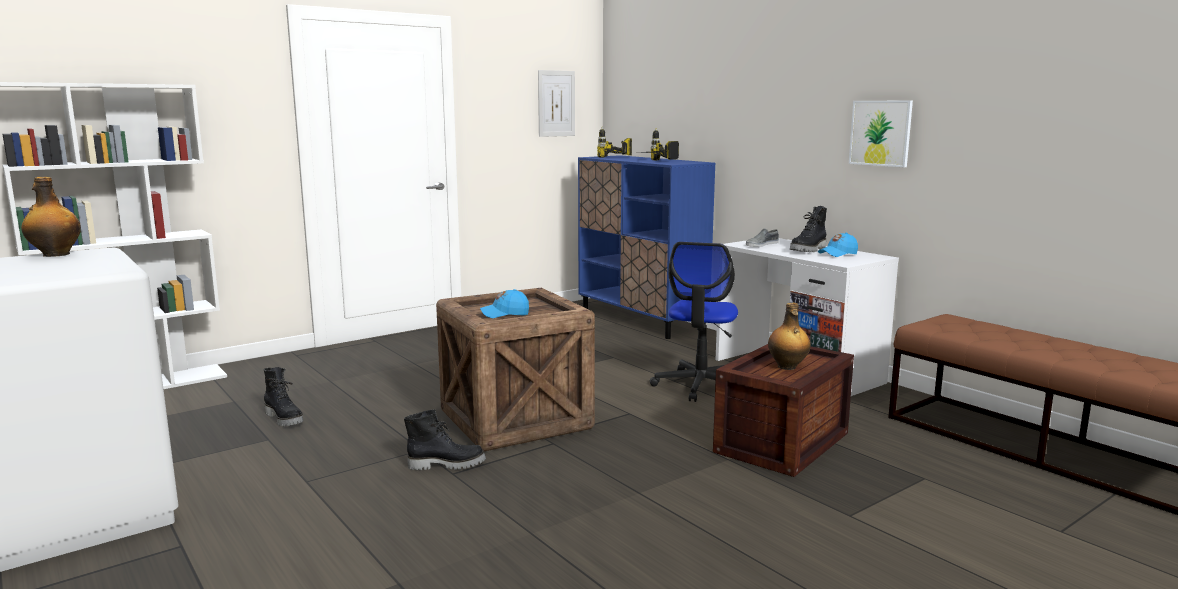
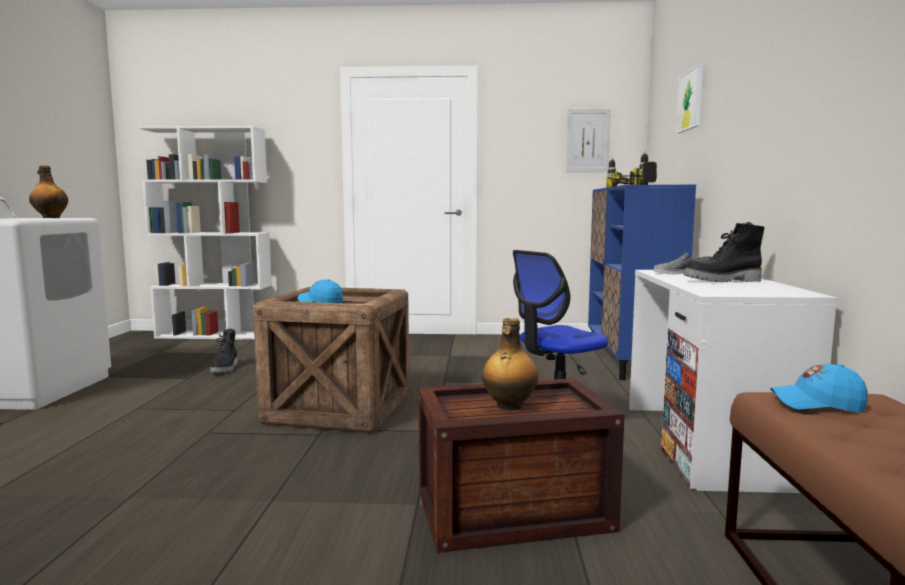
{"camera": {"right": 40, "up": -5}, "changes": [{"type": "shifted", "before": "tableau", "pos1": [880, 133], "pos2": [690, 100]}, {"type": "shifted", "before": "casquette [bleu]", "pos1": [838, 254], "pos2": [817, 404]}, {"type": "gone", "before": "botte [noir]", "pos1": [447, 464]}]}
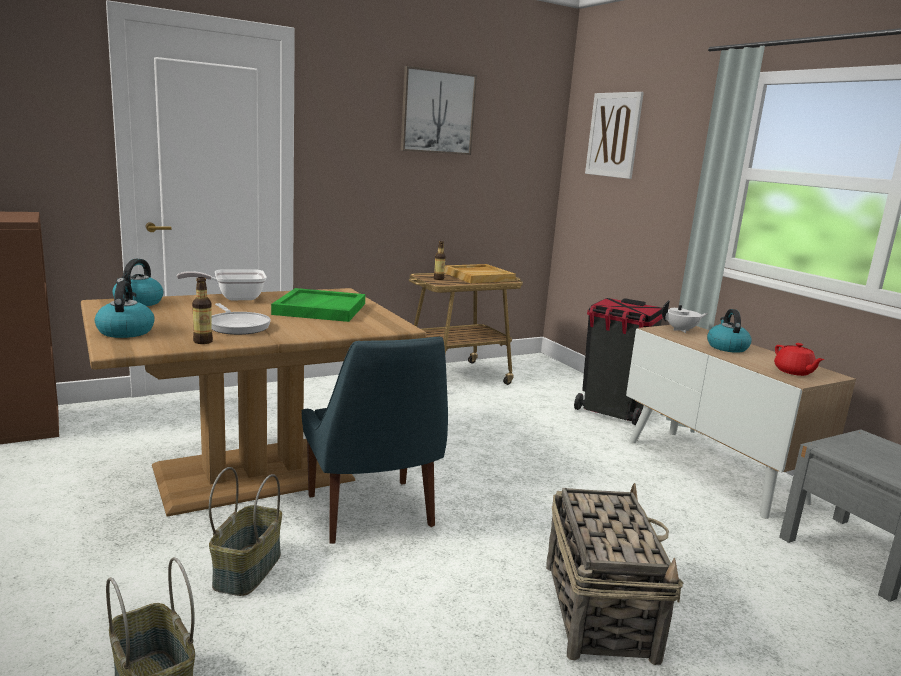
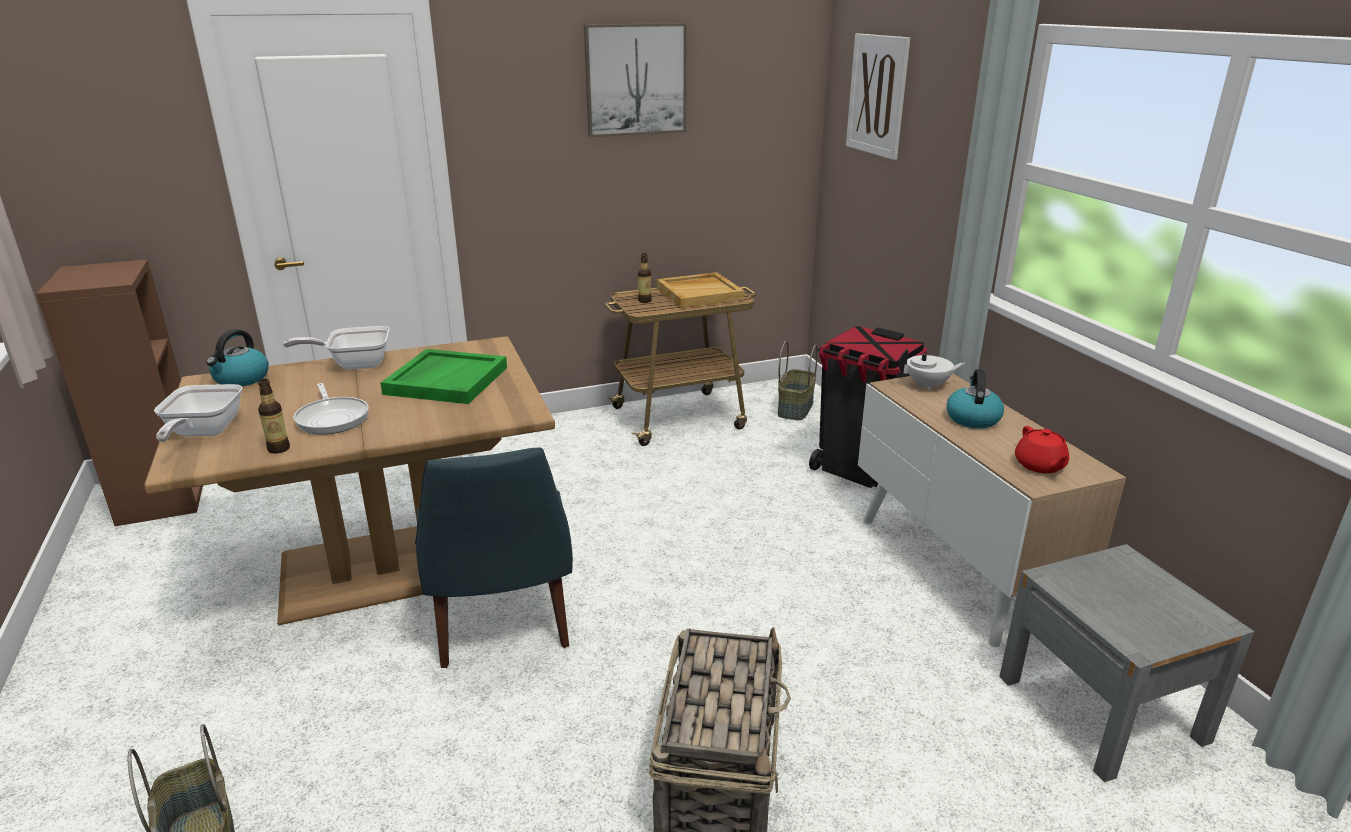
{"camera": {"right": 10, "up": 10}, "changes": [{"type": "swapped", "before": "bouilloire", "after": "poêle", "pos1": [125, 331], "pos2": [202, 433]}, {"type": "shifted", "before": "panier", "pos1": [246, 569], "pos2": [794, 408]}]}
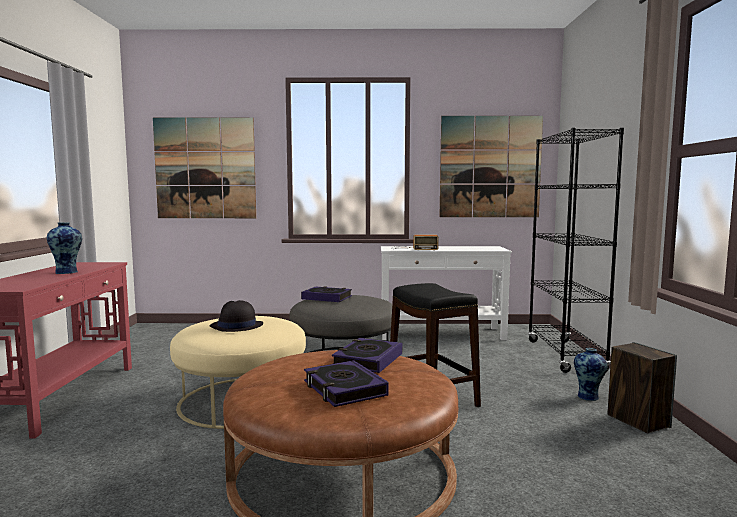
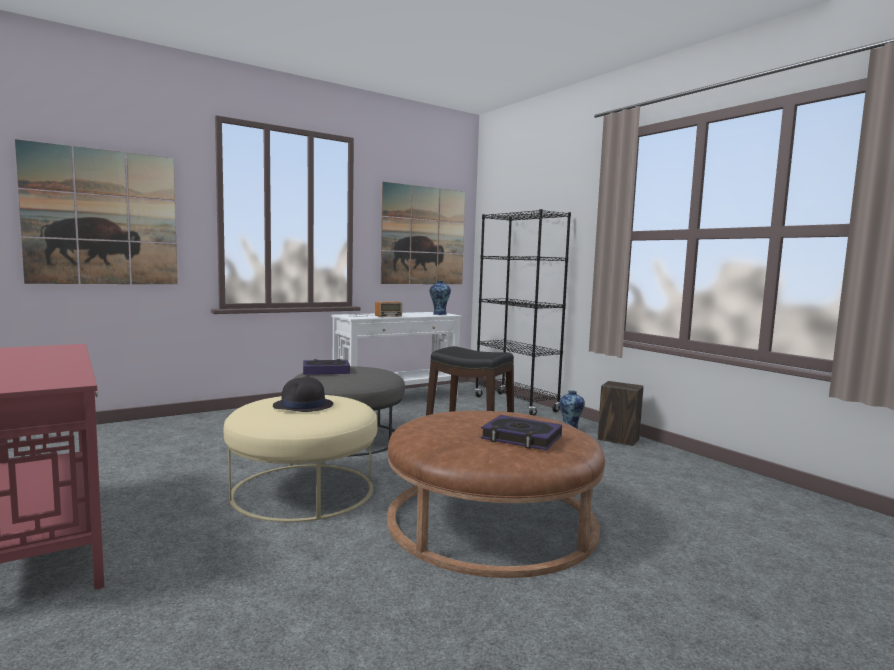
{"camera": {"right": -35, "up": 0}, "changes": [{"type": "shifted", "before": "vase", "pos1": [67, 272], "pos2": [439, 314]}, {"type": "gone", "before": "livre", "pos1": [367, 360]}]}
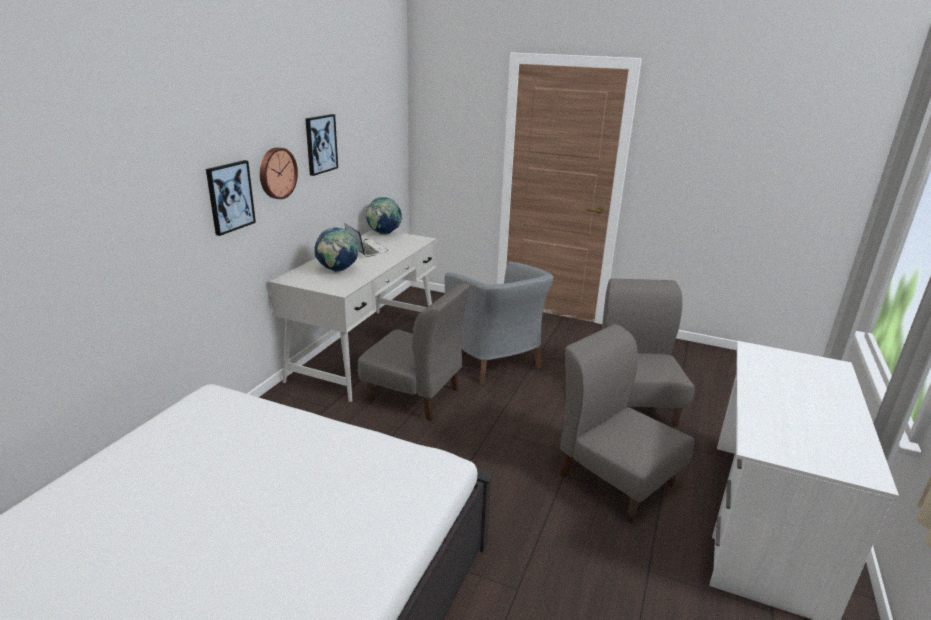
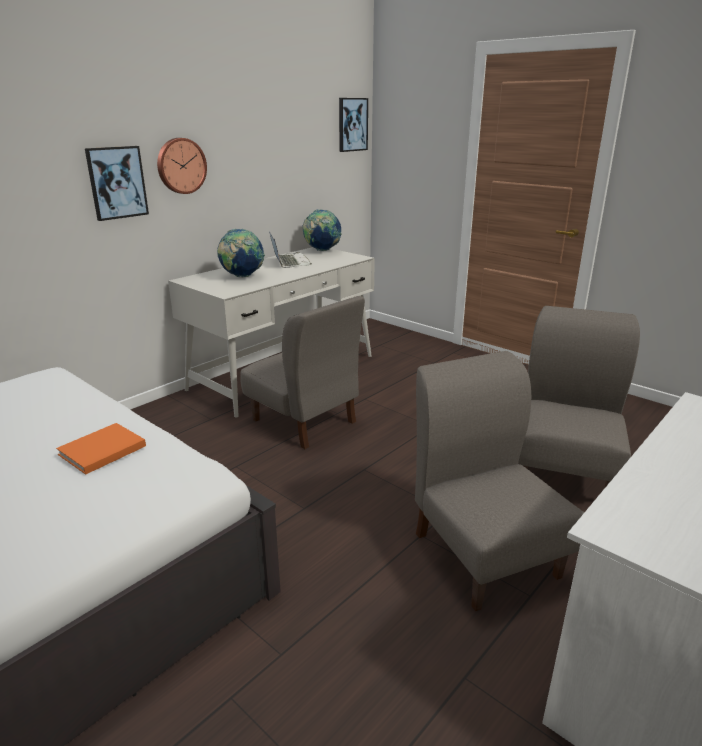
{"camera": {"right": 20, "up": 0}, "changes": [{"type": "shifted", "before": "tableau", "pos1": [320, 144], "pos2": [352, 124]}, {"type": "gone", "before": "fauteuil [gris]", "pos1": [495, 361]}, {"type": "new", "after": "livre [orange]", "pos2": [100, 451]}]}
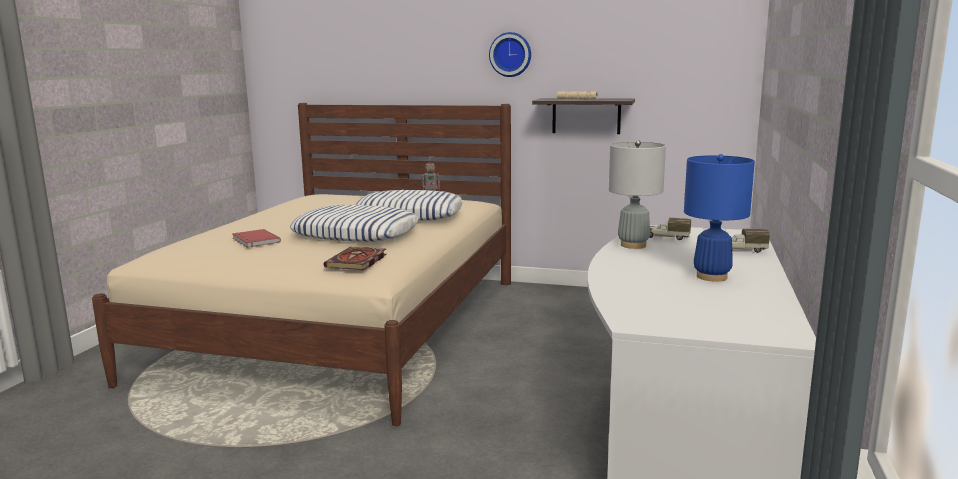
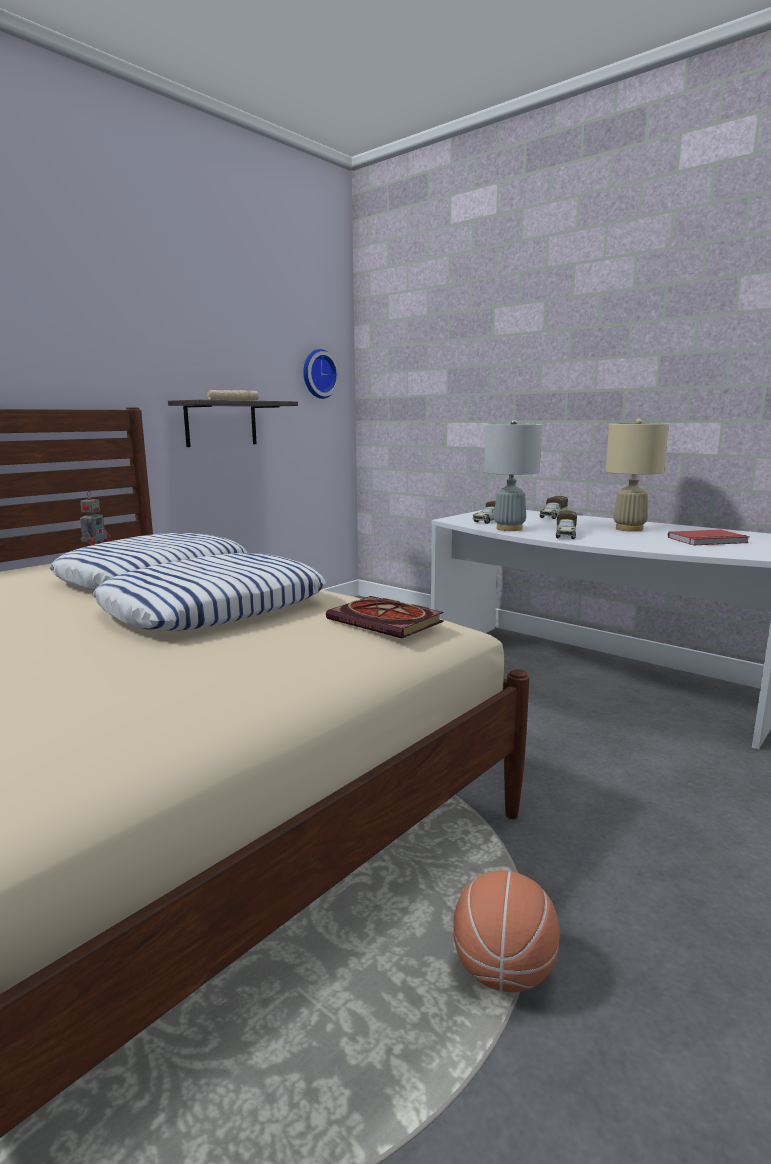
{"camera": {"right": -65, "up": 0}, "changes": [{"type": "shifted", "before": "horloge murale", "pos1": [510, 54], "pos2": [318, 374]}, {"type": "repainted", "before": "lampe de table [bleu]", "after": "lampe de table [beige]", "pos1": [711, 276], "pos2": [629, 529]}, {"type": "shifted", "before": "livre [rouge]", "pos1": [254, 240], "pos2": [709, 541]}, {"type": "new", "after": "camion jouet", "pos2": [565, 535]}, {"type": "new", "after": "ballon de basket", "pos2": [503, 972]}]}
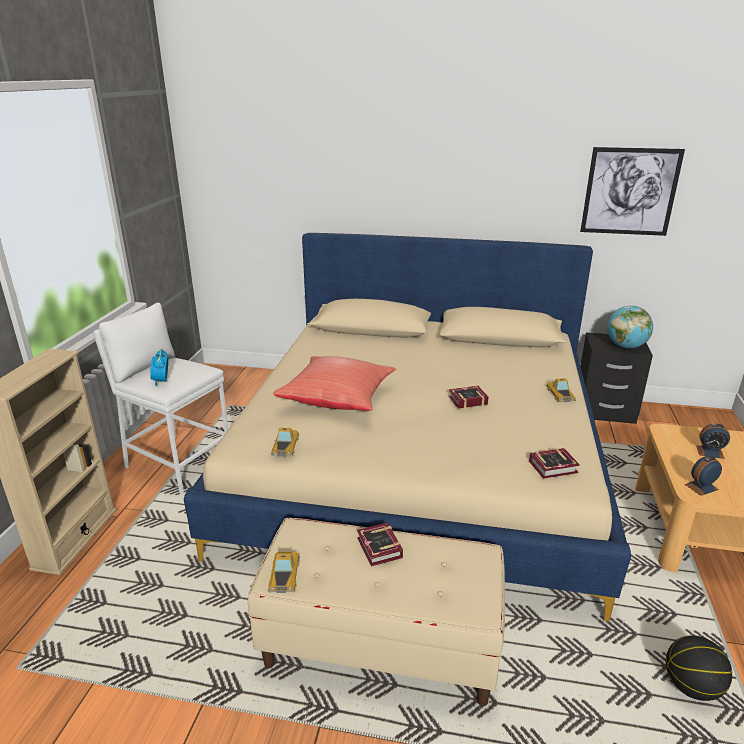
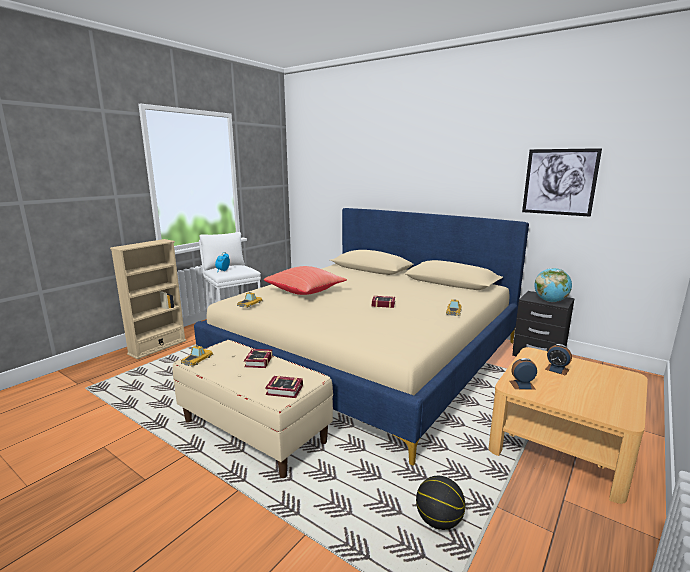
{"camera": {"right": 25, "up": -10}, "changes": [{"type": "shifted", "before": "livre", "pos1": [555, 467], "pos2": [285, 391]}]}
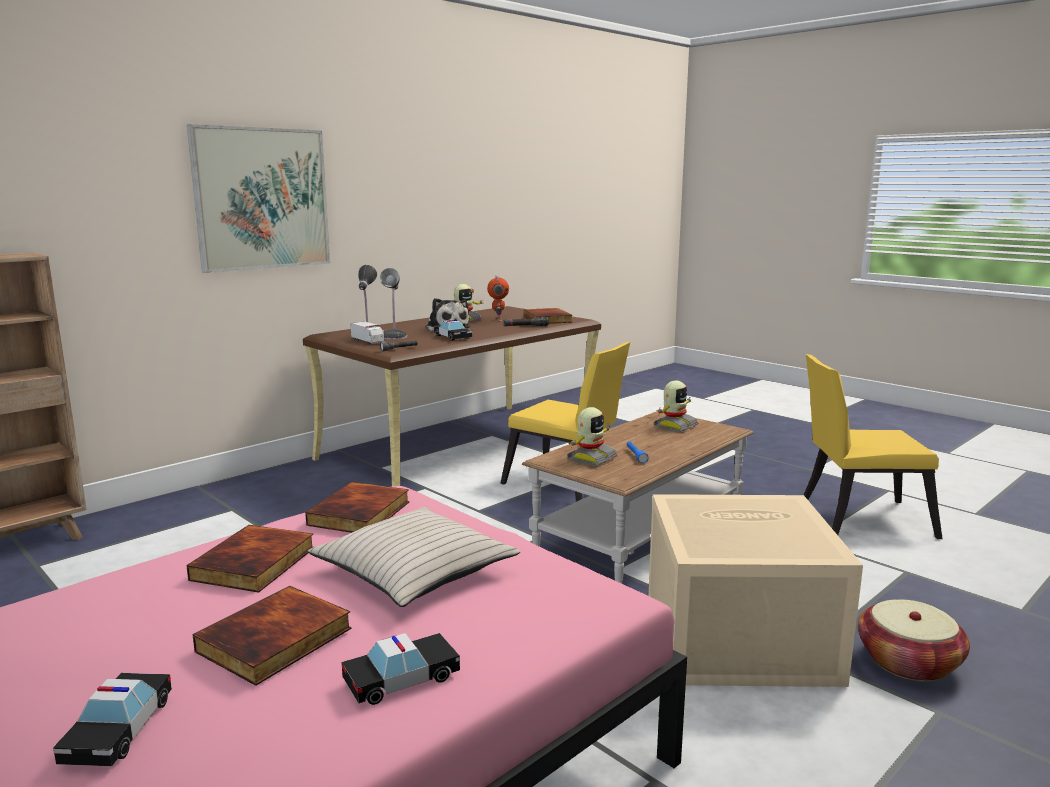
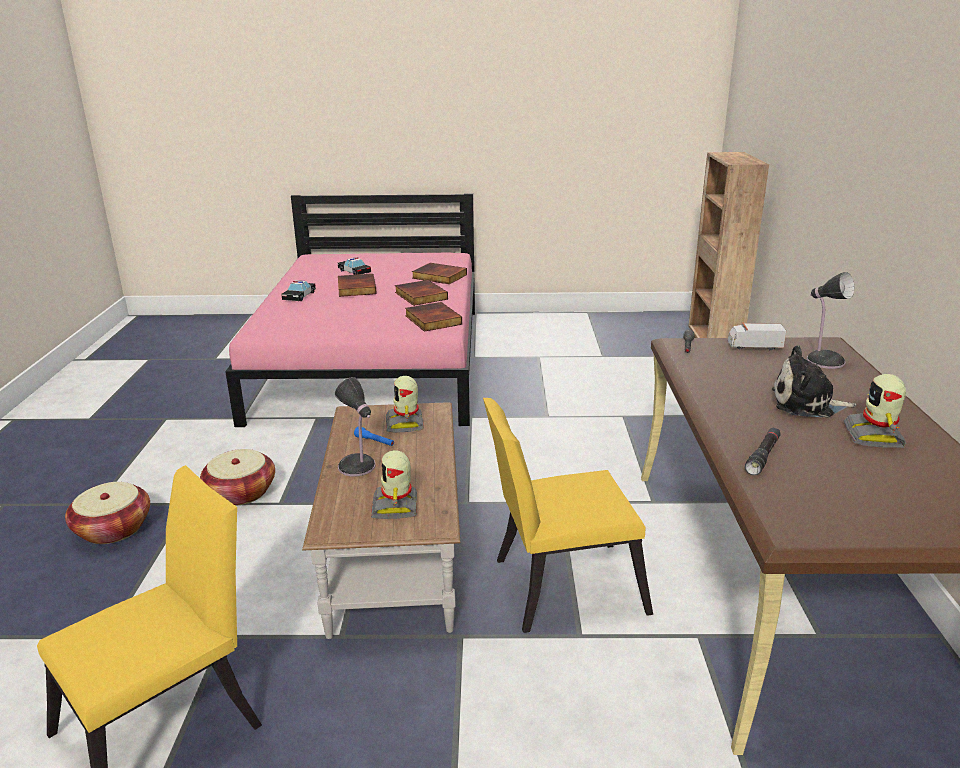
{"camera": {"right": 135, "up": 10}, "changes": [{"type": "gone", "before": "tableau", "pos1": [262, 199]}, {"type": "shifted", "before": "lampe de table", "pos1": [394, 336], "pos2": [358, 467]}, {"type": "gone", "before": "robot jouet", "pos1": [498, 320]}, {"type": "shifted", "before": "livre", "pos1": [548, 319], "pos2": [438, 276]}, {"type": "gone", "before": "petite voiture", "pos1": [452, 337]}, {"type": "swapped", "before": "boîte de rangement [beige]", "after": "panier", "pos1": [736, 638], "pos2": [241, 493]}, {"type": "gone", "before": "coussin [beige]", "pos1": [414, 572]}]}
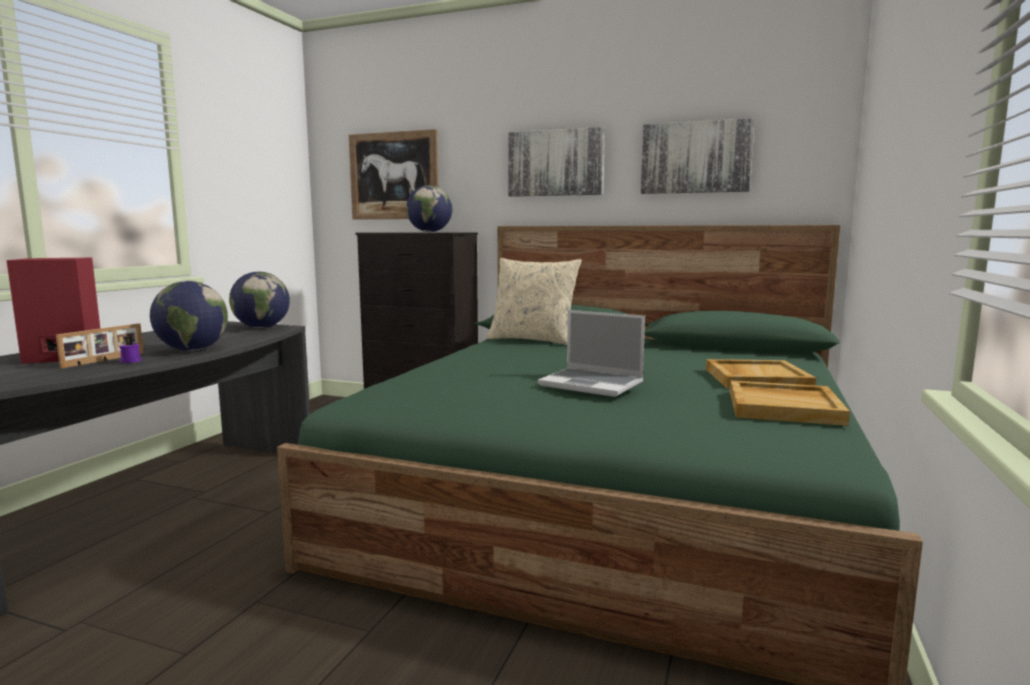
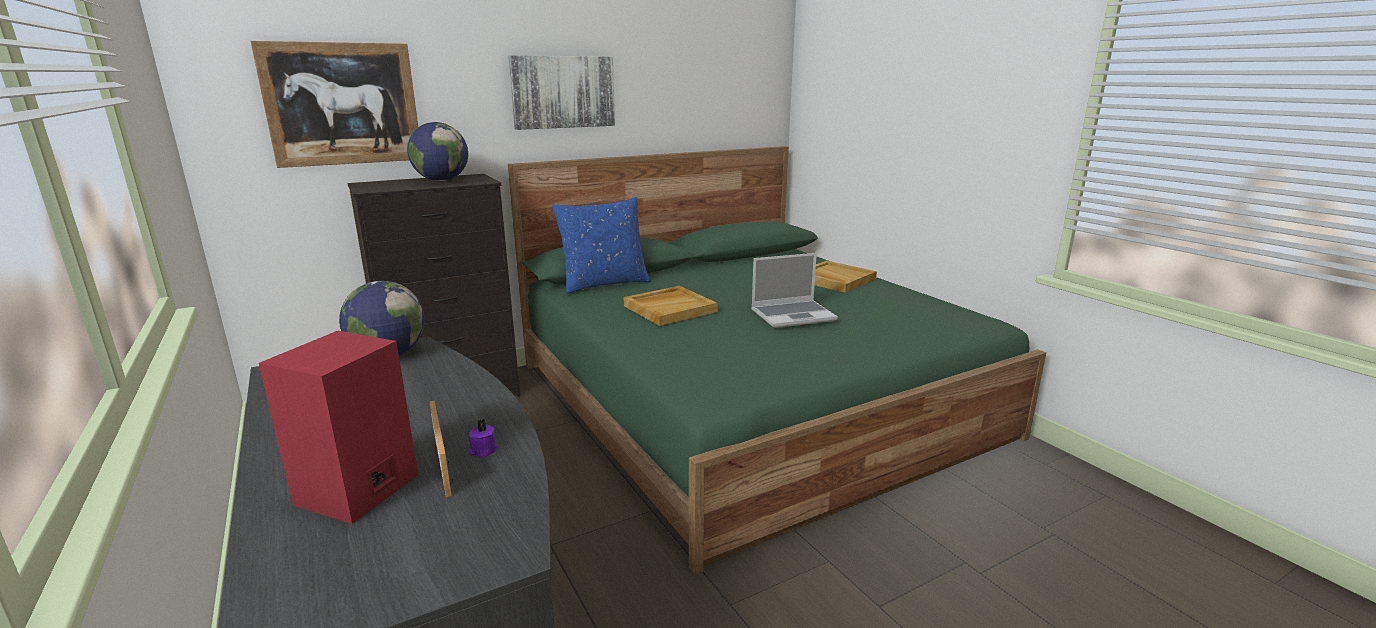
{"camera": {"right": -50, "up": 10}, "changes": [{"type": "gone", "before": "tableau", "pos1": [695, 157]}, {"type": "repainted", "before": "coussin [beige]", "after": "coussin [bleu]", "pos1": [533, 340], "pos2": [604, 284]}, {"type": "gone", "before": "globe", "pos1": [192, 350]}, {"type": "shifted", "before": "plateau [beige]", "pos1": [784, 407], "pos2": [670, 308]}]}
